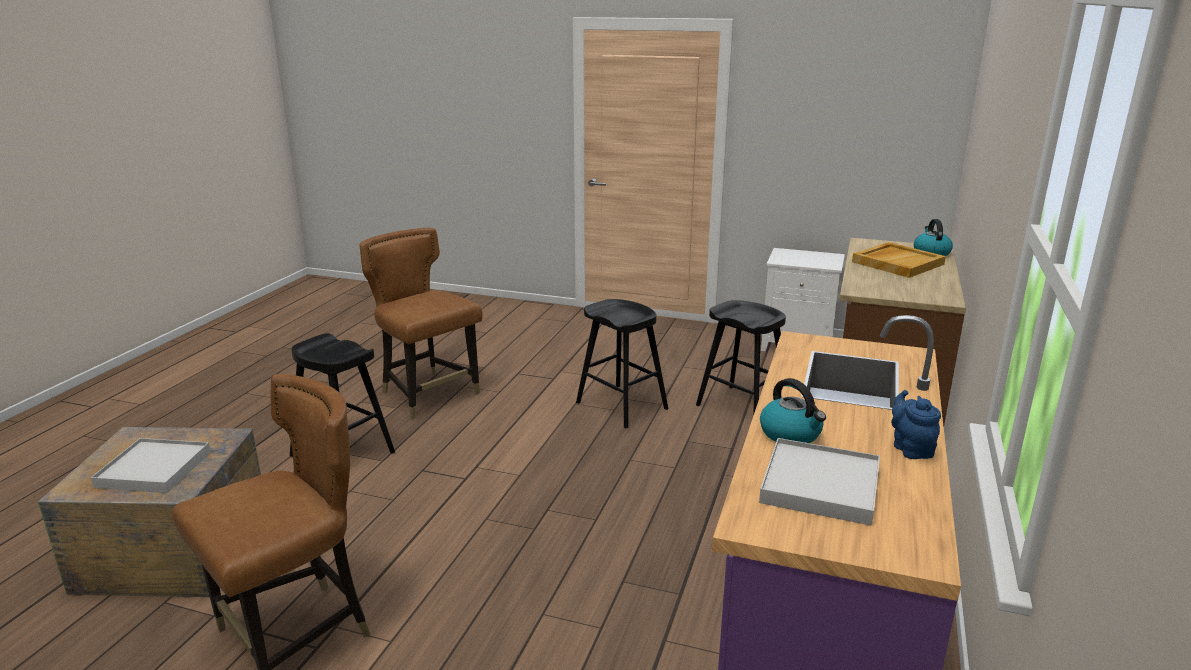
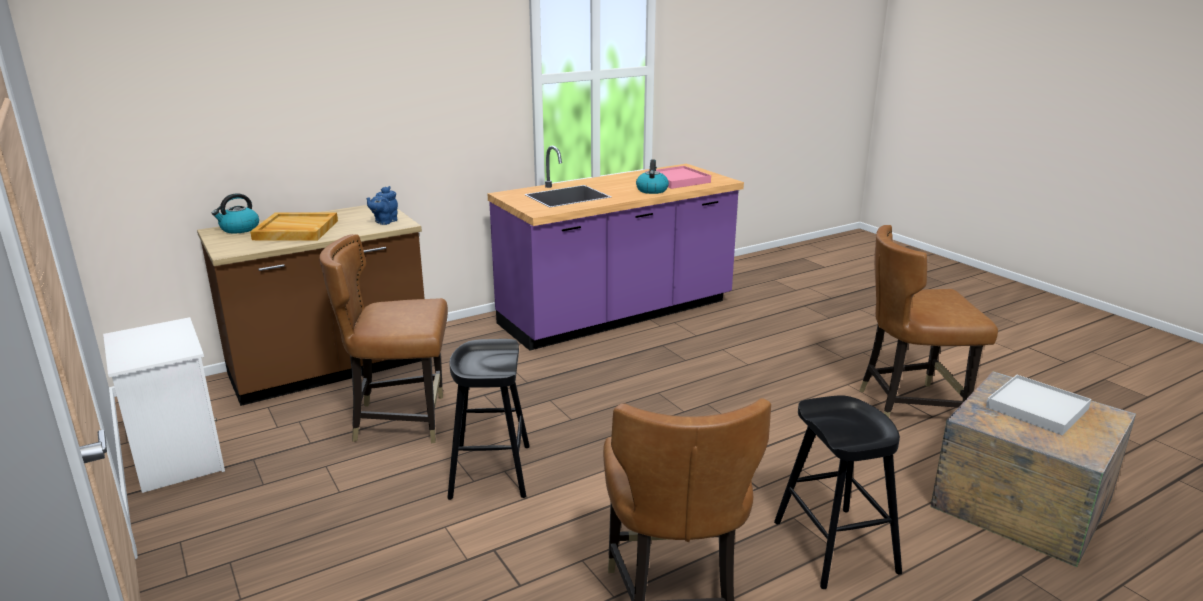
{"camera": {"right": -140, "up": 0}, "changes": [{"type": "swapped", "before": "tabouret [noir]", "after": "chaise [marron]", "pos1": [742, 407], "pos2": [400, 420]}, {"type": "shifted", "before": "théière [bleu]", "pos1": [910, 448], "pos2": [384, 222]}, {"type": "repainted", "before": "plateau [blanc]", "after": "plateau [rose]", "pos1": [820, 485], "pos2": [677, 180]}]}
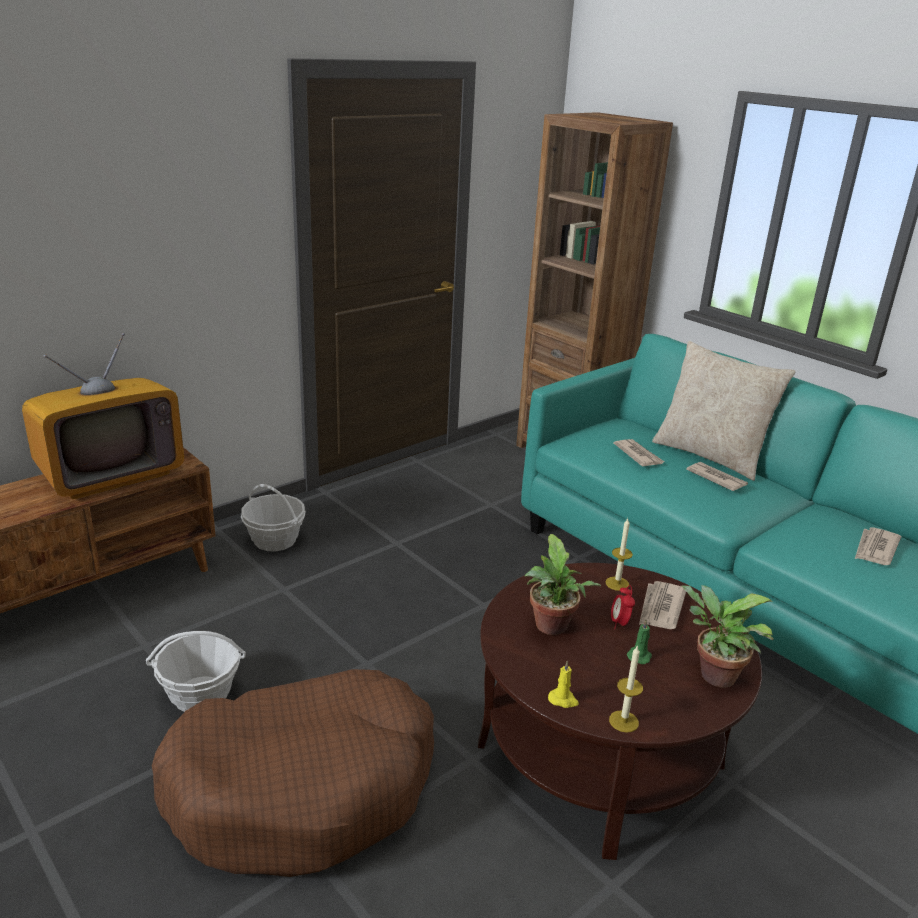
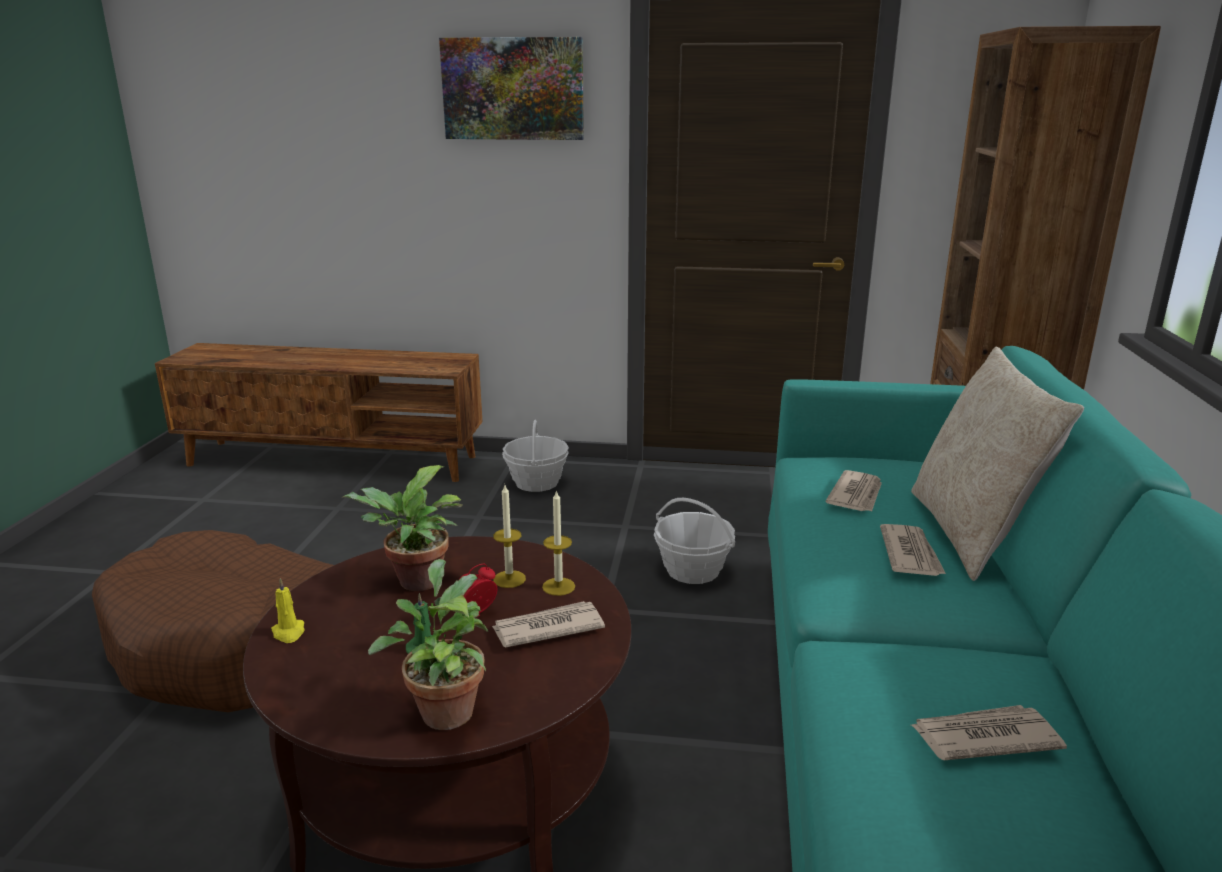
{"camera": {"right": 50, "up": -5}, "changes": [{"type": "gone", "before": "téléviseur", "pos1": [110, 473]}, {"type": "shifted", "before": "panier", "pos1": [201, 694], "pos2": [693, 570]}, {"type": "shifted", "before": "bougie", "pos1": [623, 721], "pos2": [509, 579]}, {"type": "new", "after": "tableau", "pos2": [513, 89]}]}
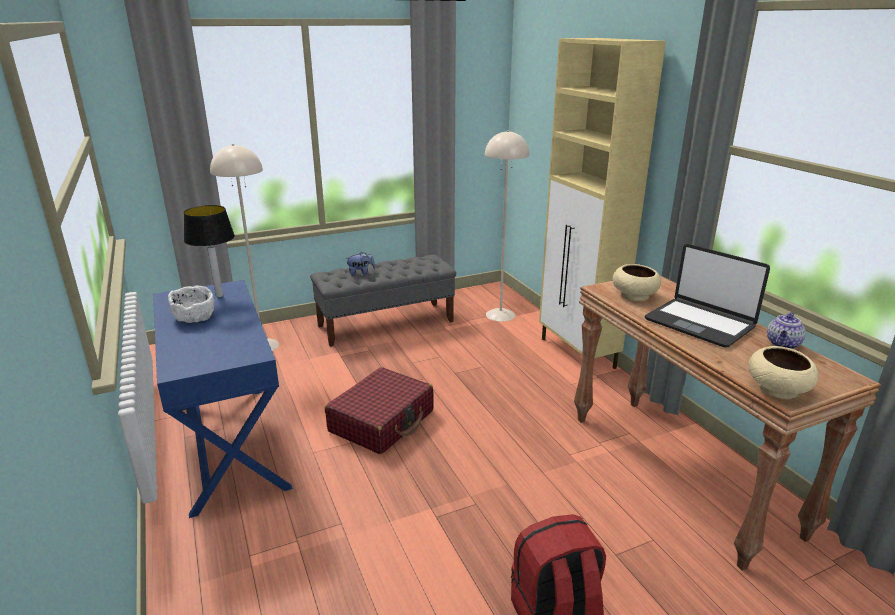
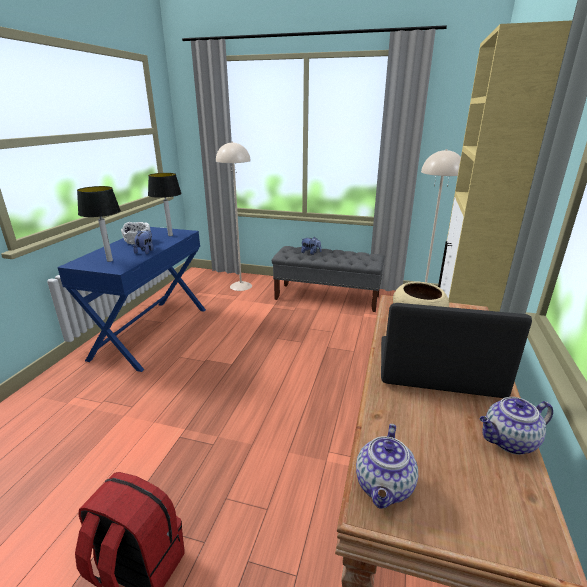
{"camera": {"right": 40, "up": 0}, "changes": [{"type": "rotated", "before": "ordinateur portable", "pos1": [699, 323], "pos2": [437, 369], "turn": 105}, {"type": "swapped", "before": "bol [beige]", "after": "théière", "pos1": [778, 389], "pos2": [384, 487]}, {"type": "gone", "before": "valise [rouge]", "pos1": [382, 421]}, {"type": "new", "after": "lampe de table", "pos2": [110, 260]}, {"type": "new", "after": "peluche", "pos2": [145, 251]}]}
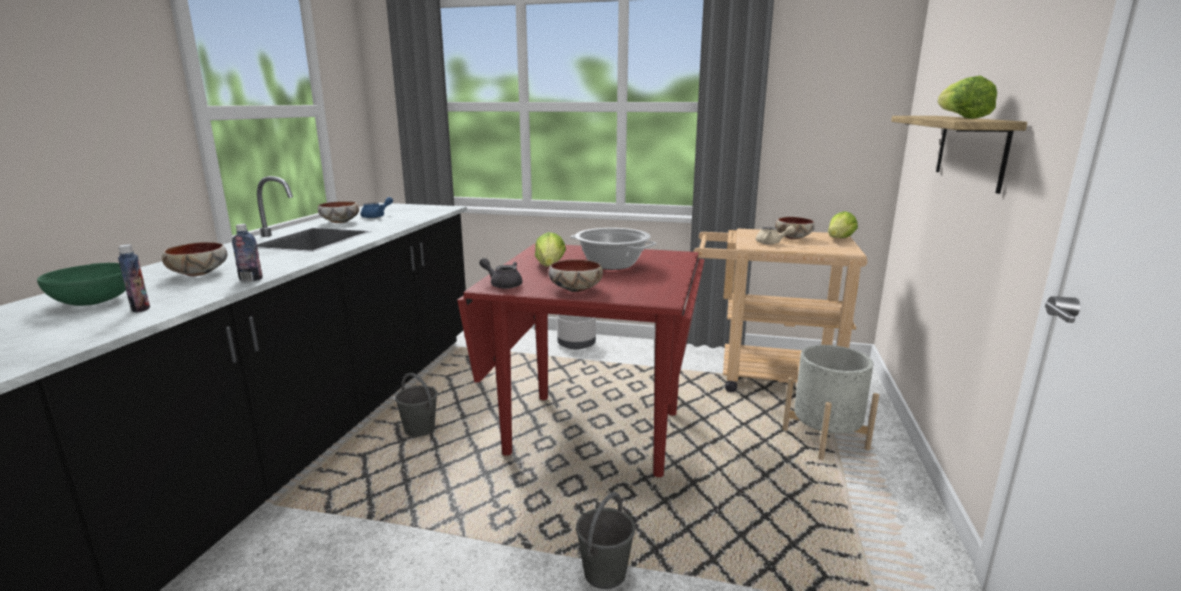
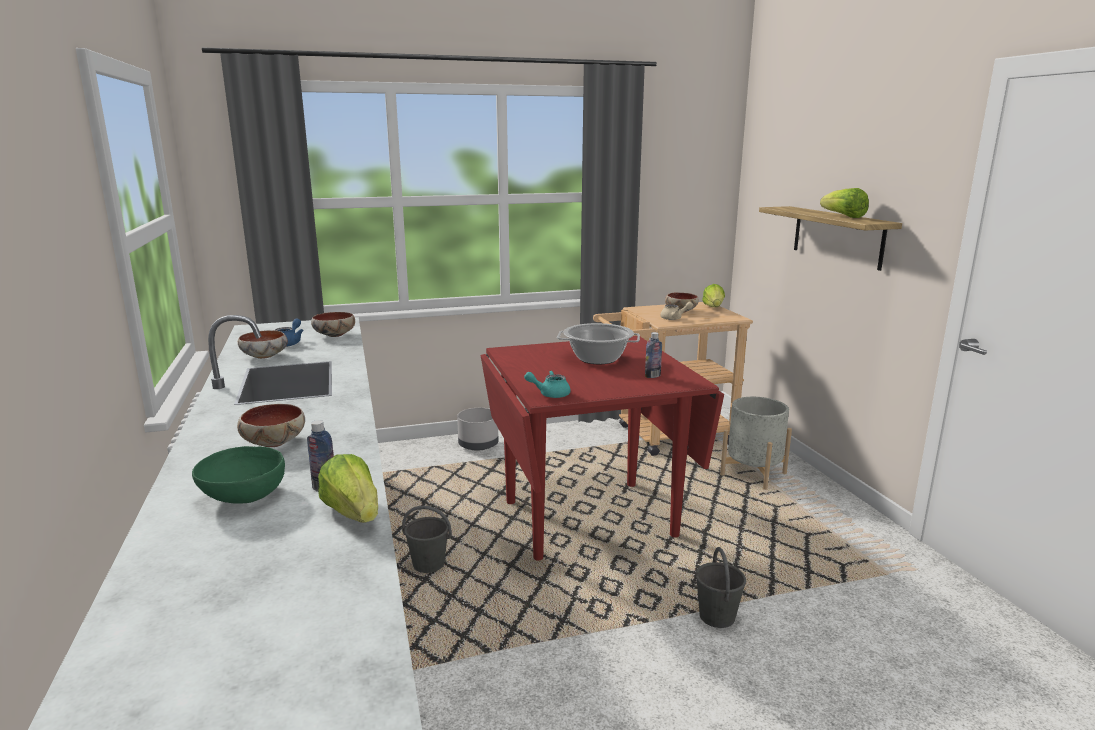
{"camera": {"right": -30, "up": 0}, "changes": [{"type": "shifted", "before": "bouteille", "pos1": [251, 279], "pos2": [652, 376]}, {"type": "shifted", "before": "laitue", "pos1": [550, 267], "pos2": [353, 513]}, {"type": "repainted", "before": "théière [gris]", "after": "théière [turquoise]", "pos1": [503, 284], "pos2": [550, 394]}, {"type": "shifted", "before": "bol", "pos1": [574, 289], "pos2": [334, 335]}]}
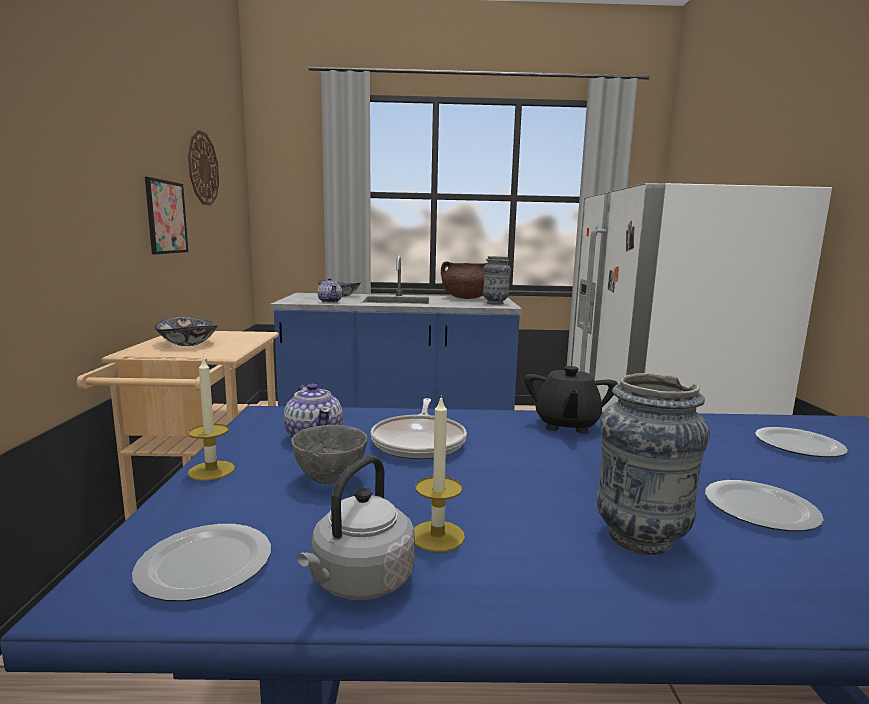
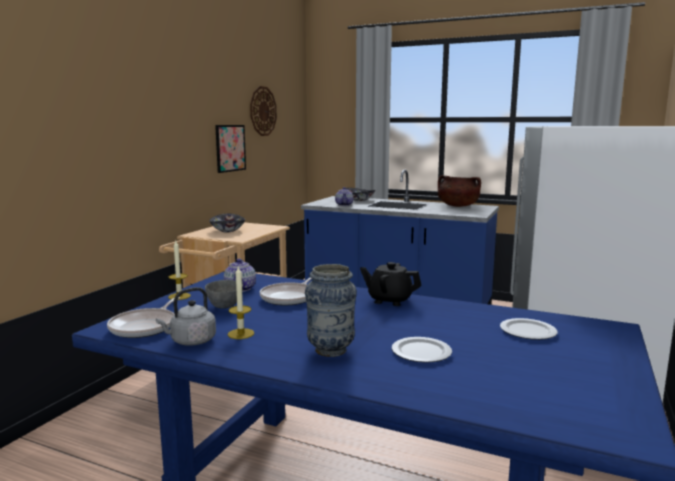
{"camera": {"right": 25, "up": 0}, "changes": [{"type": "gone", "before": "vase", "pos1": [495, 303]}, {"type": "rotated", "before": "théière [noir]", "pos1": [566, 425], "pos2": [389, 300], "turn": 75}, {"type": "swapped", "before": "assiette", "after": "poêle", "pos1": [207, 564], "pos2": [145, 327]}]}
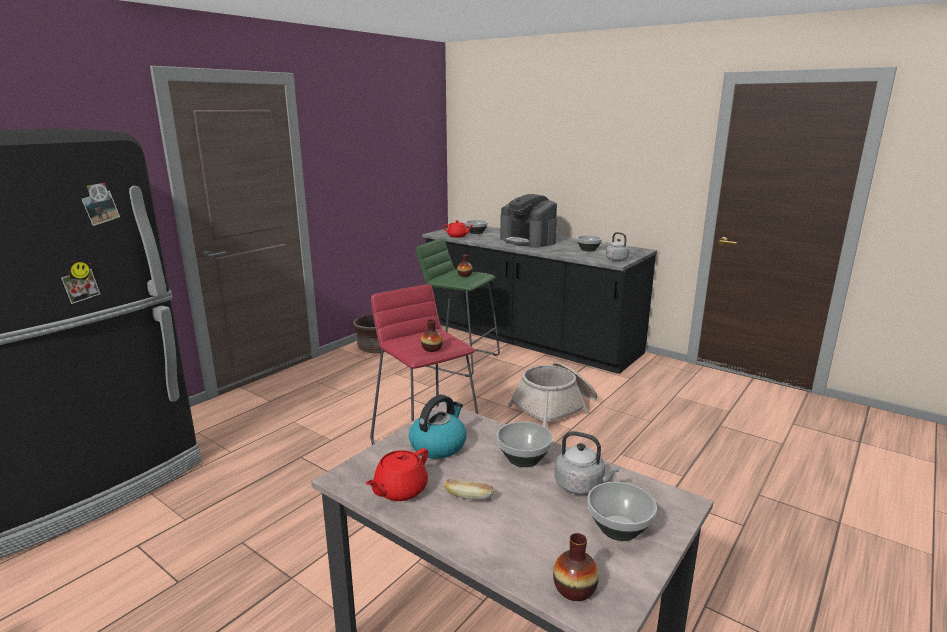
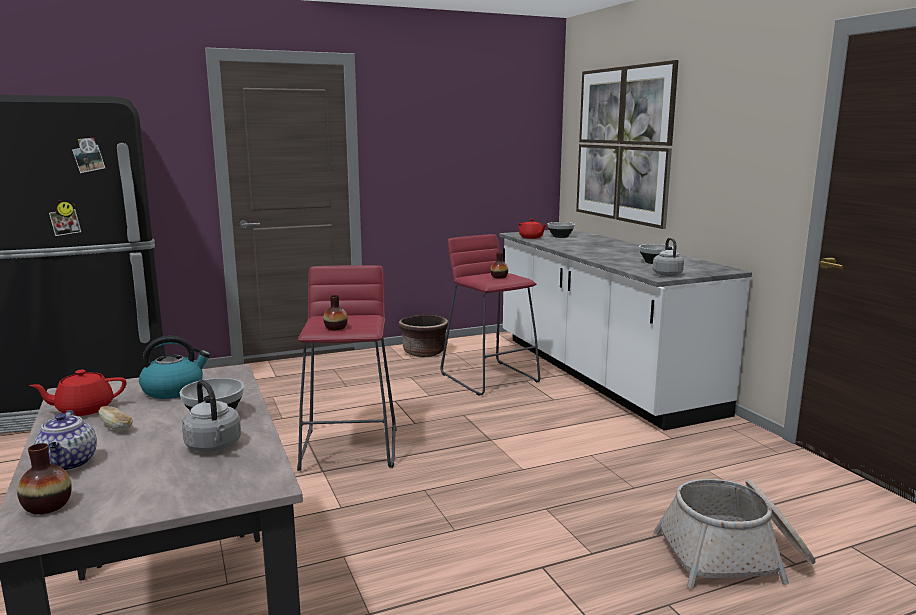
{"camera": {"right": 30, "up": -5}, "changes": [{"type": "gone", "before": "machine à café", "pos1": [528, 241]}, {"type": "repainted", "before": "comptoir de cuisine [noir]", "after": "comptoir de cuisine [blanc]", "pos1": [529, 339], "pos2": [599, 374]}, {"type": "repainted", "before": "tabouret [vert]", "after": "tabouret [rouge]", "pos1": [457, 359], "pos2": [490, 377]}, {"type": "shifted", "before": "panier", "pos1": [555, 407], "pos2": [734, 557]}, {"type": "gone", "before": "bol", "pos1": [619, 529]}, {"type": "new", "after": "tableau", "pos2": [623, 144]}, {"type": "new", "after": "théière", "pos2": [69, 464]}]}
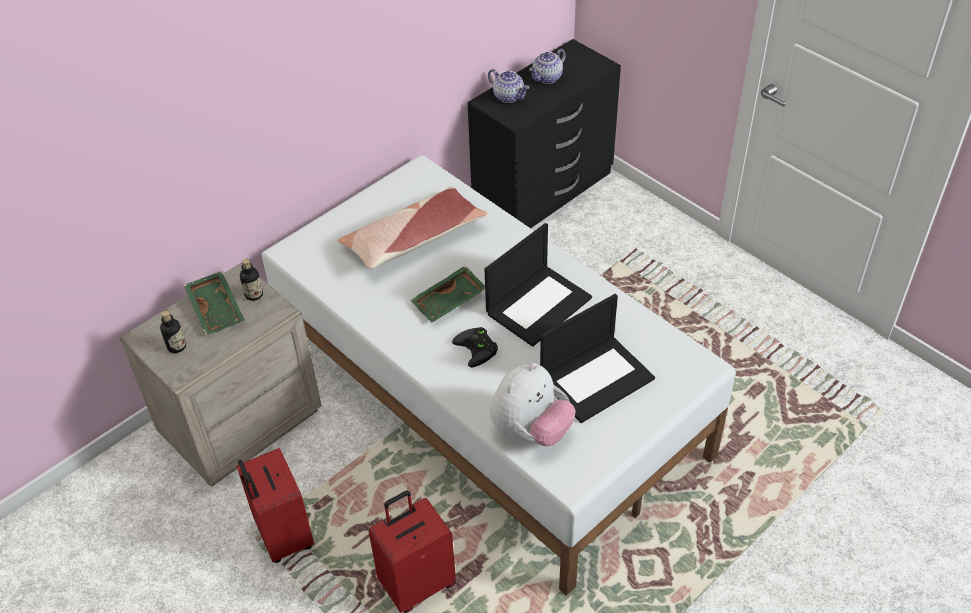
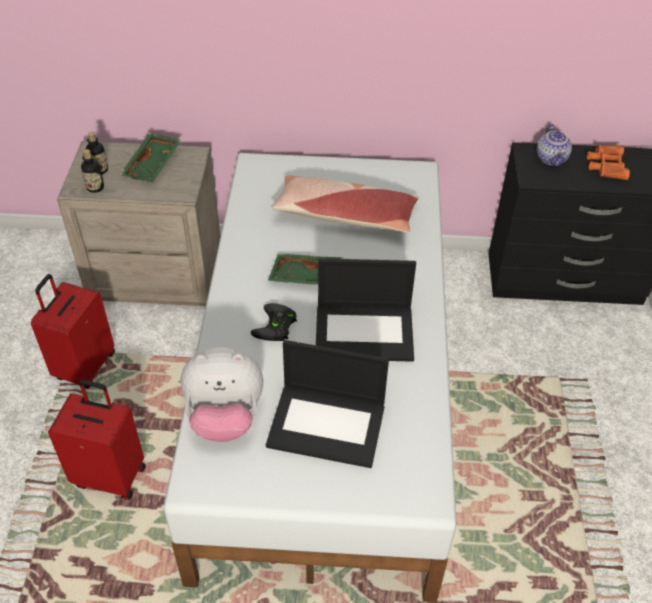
{"camera": {"right": 45, "up": 0}, "changes": [{"type": "swapped", "before": "théière", "after": "jumelles [orange]", "pos1": [547, 78], "pos2": [606, 165]}, {"type": "shifted", "before": "bouteille", "pos1": [254, 294], "pos2": [95, 187]}]}
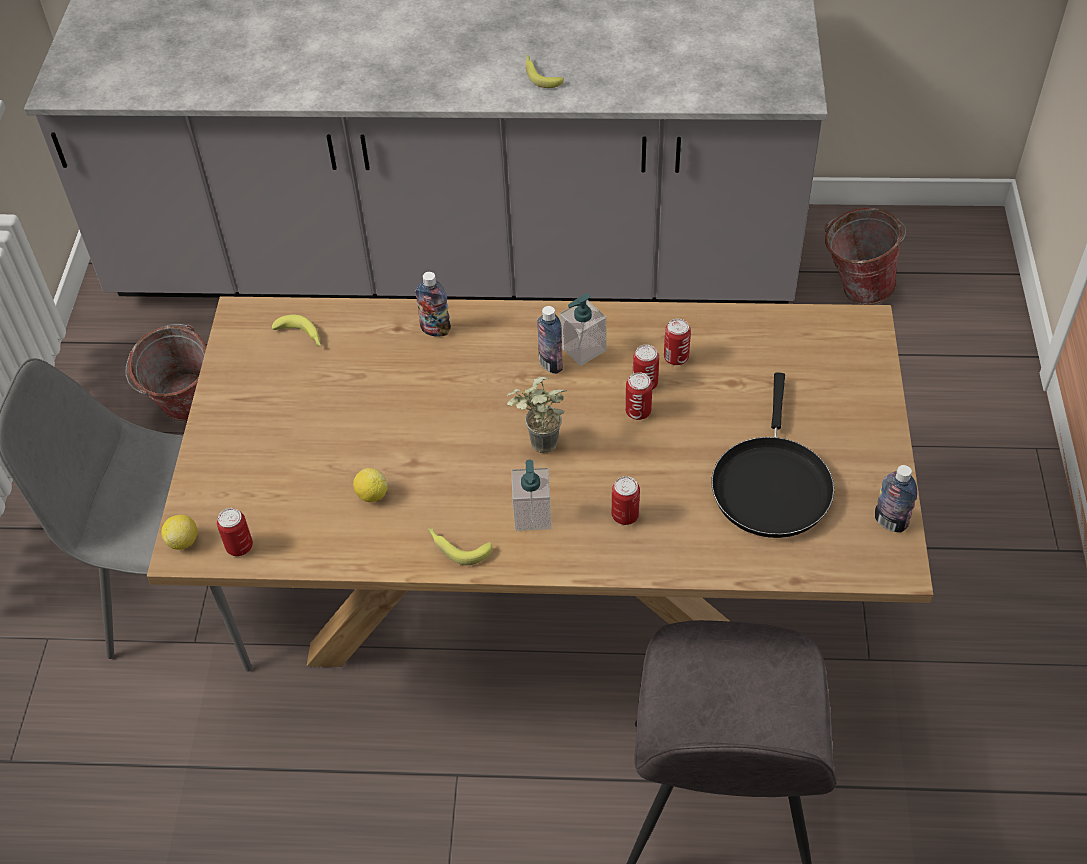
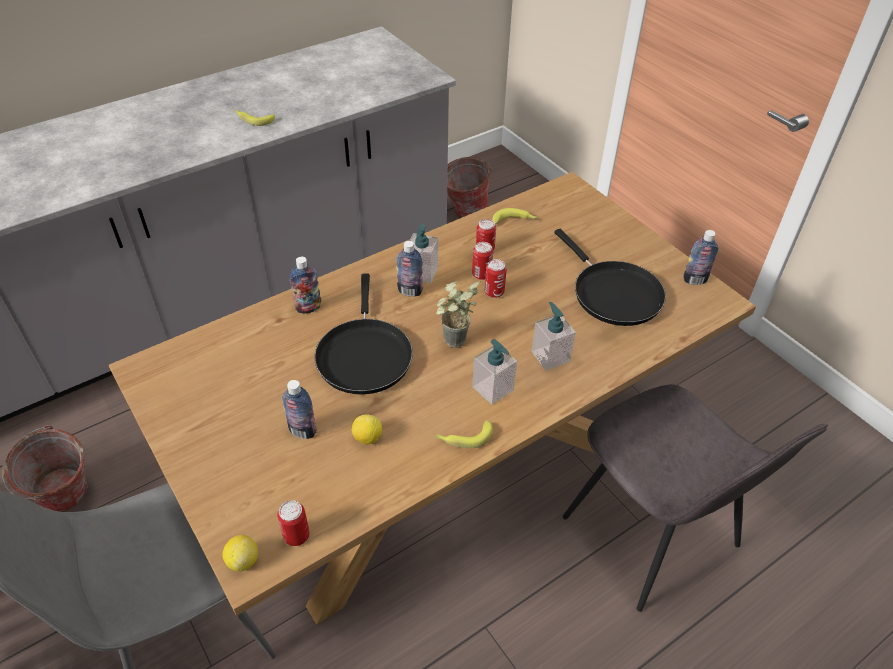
{"camera": {"right": -40, "up": -5}, "changes": [{"type": "shifted", "before": "banane", "pos1": [301, 336], "pos2": [514, 221]}, {"type": "swapped", "before": "boîte métallique", "after": "distributeur de savon", "pos1": [625, 515], "pos2": [550, 356]}, {"type": "new", "after": "poêle [noir]", "pos2": [364, 354]}, {"type": "new", "after": "bouteille", "pos2": [303, 431]}]}
